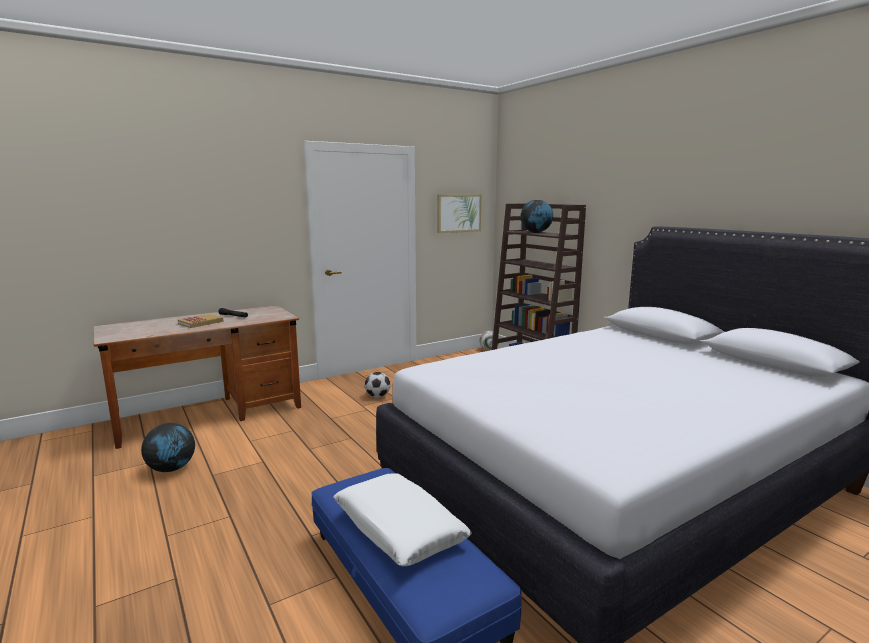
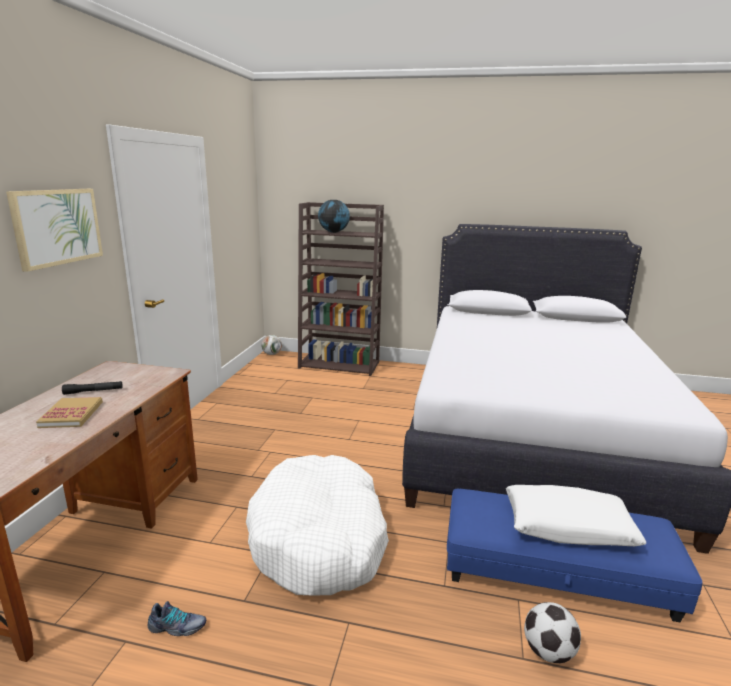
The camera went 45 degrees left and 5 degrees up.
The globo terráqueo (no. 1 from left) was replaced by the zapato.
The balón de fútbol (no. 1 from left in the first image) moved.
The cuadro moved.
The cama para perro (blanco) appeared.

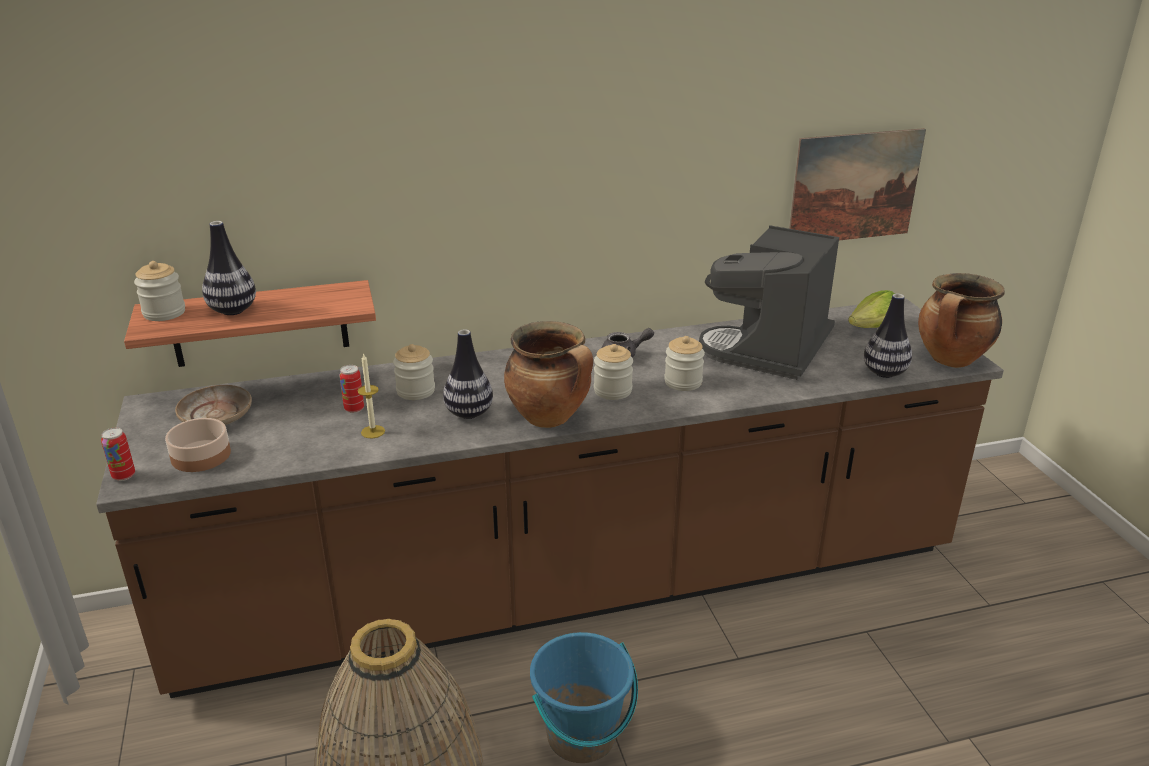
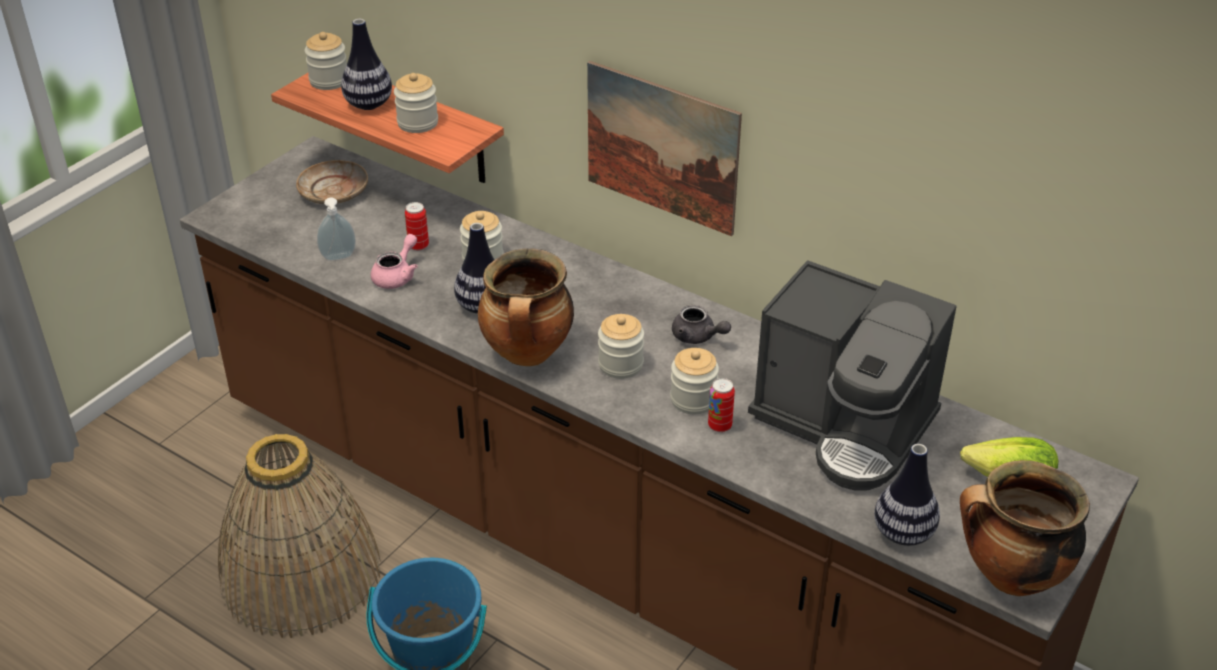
The camera went 50 degrees right and 10 degrees up.
The lata (no. 1 from left in the first image) moved.
The cuenco disappeared.
The vela was replaced by the tetera (rosa).
The cafetera turned 135 degrees counterclockwise.
The cuadro moved.
The dispensador de jabón appeared.
The tarro (no. 2 from left) appeared.

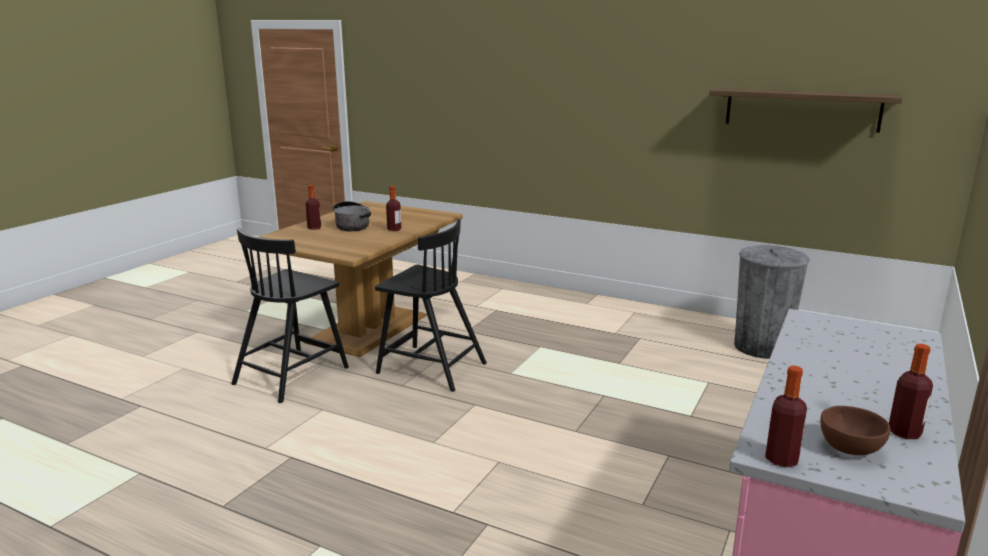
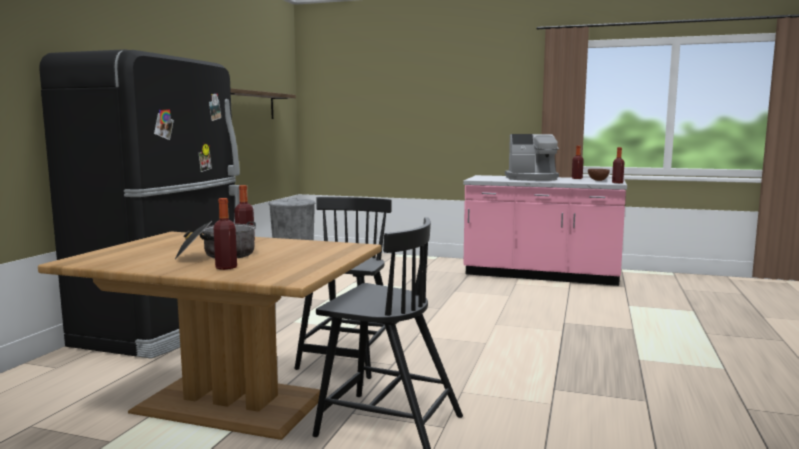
The camera went 100 degrees left and 10 degrees down.
The nevera (negro) appeared.
The cafetera appeared.

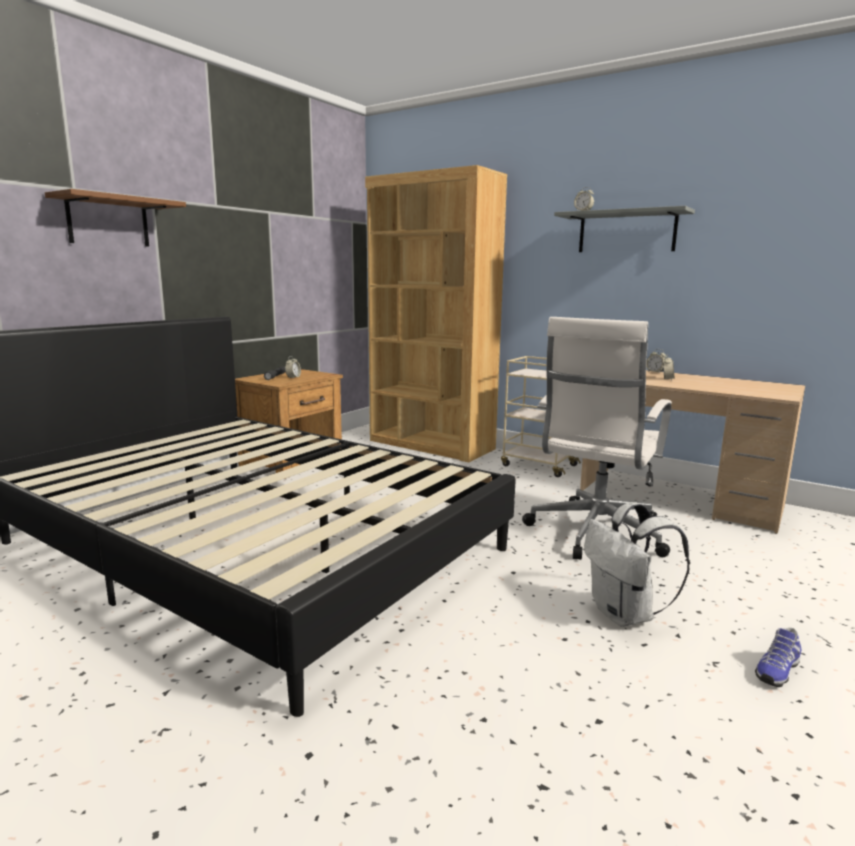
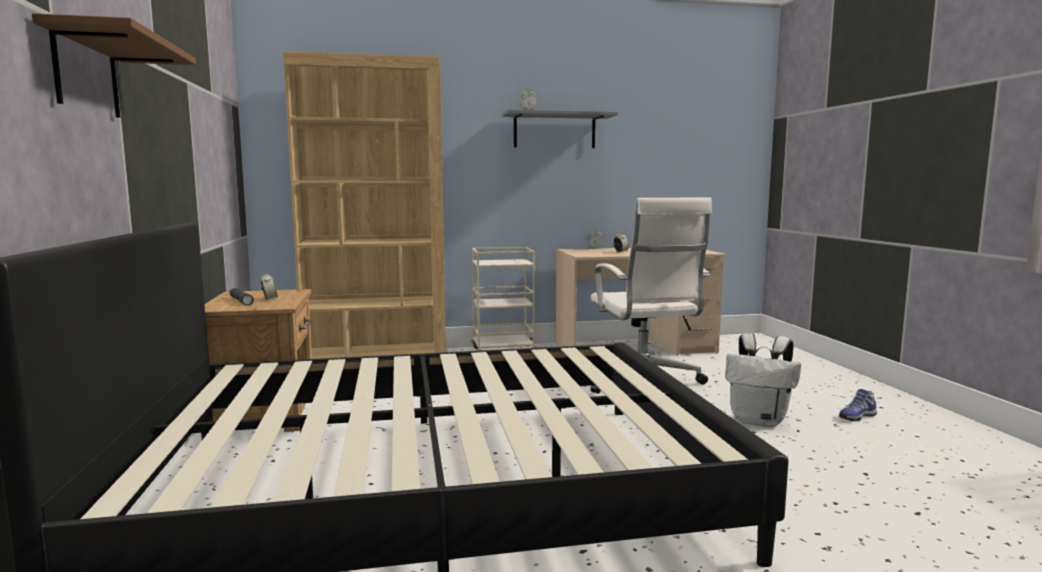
The camera went 45 degrees left and 5 degrees down.
The zapato turned 60 degrees clockwise.

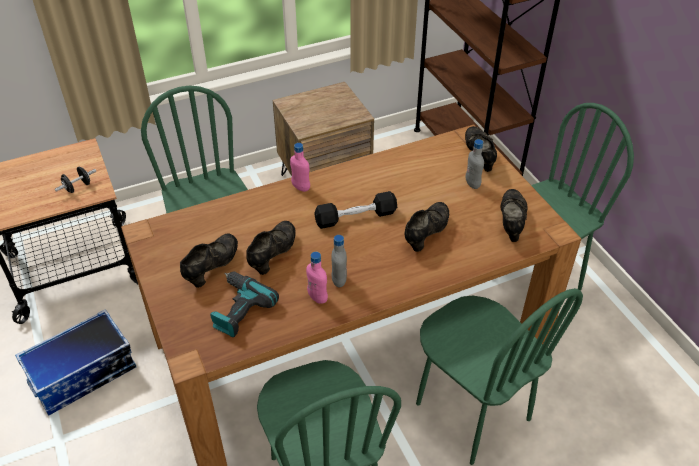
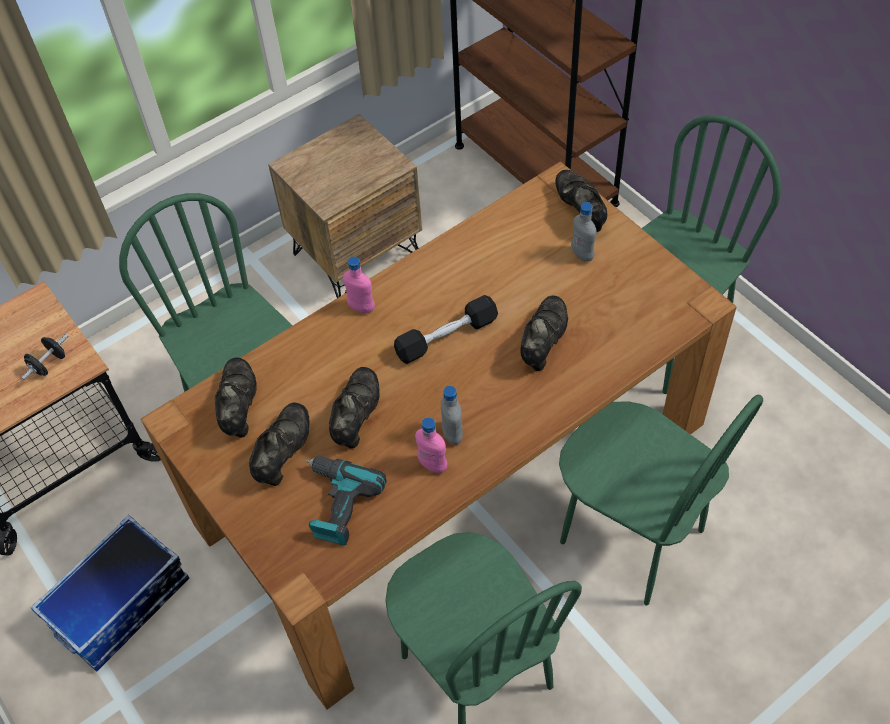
The camera went 10 degrees left and 10 degrees up.
The zapato (negro) (no. 5 from left in the first image) moved.

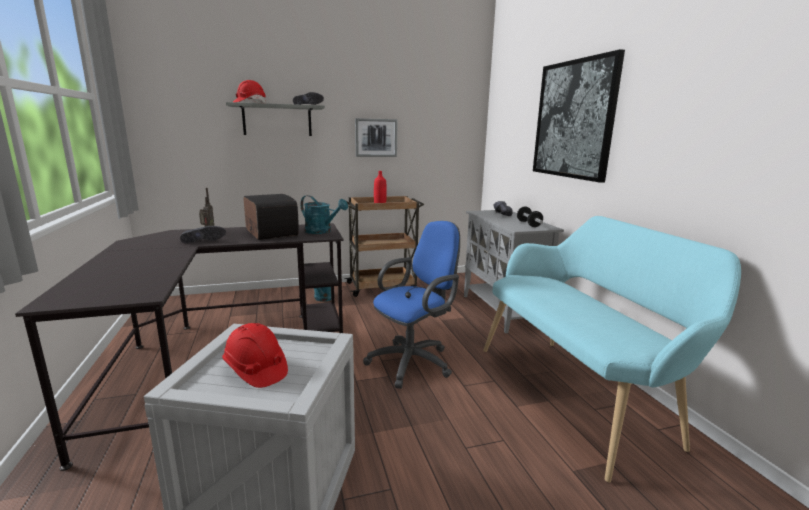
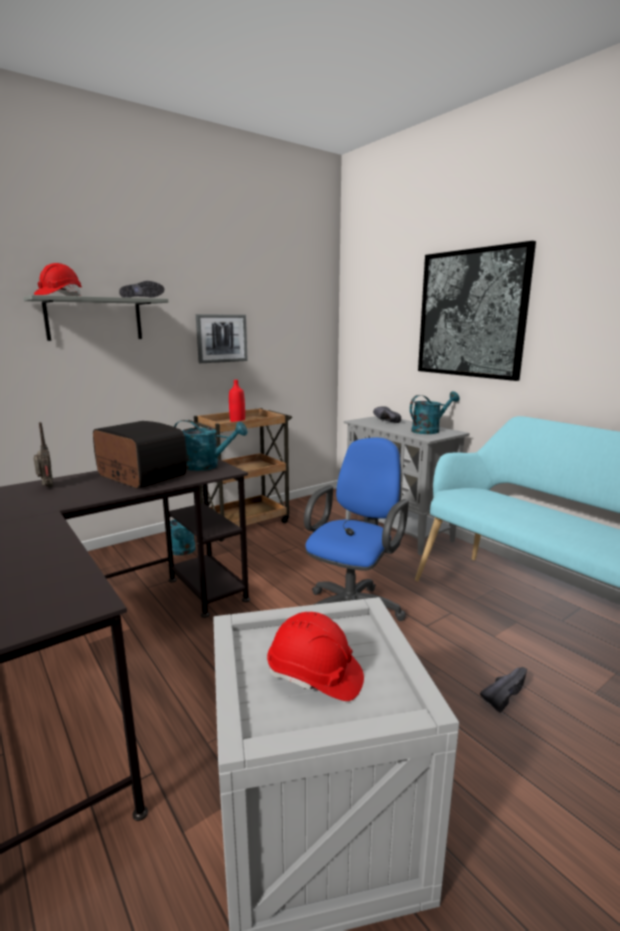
The camera went 20 degrees left and 0 degrees up.
The zapato (negro) (no. 1 from left in the first image) moved.
The mancuerna was replaced by the regadera (turquesa) (no. 3 from left).

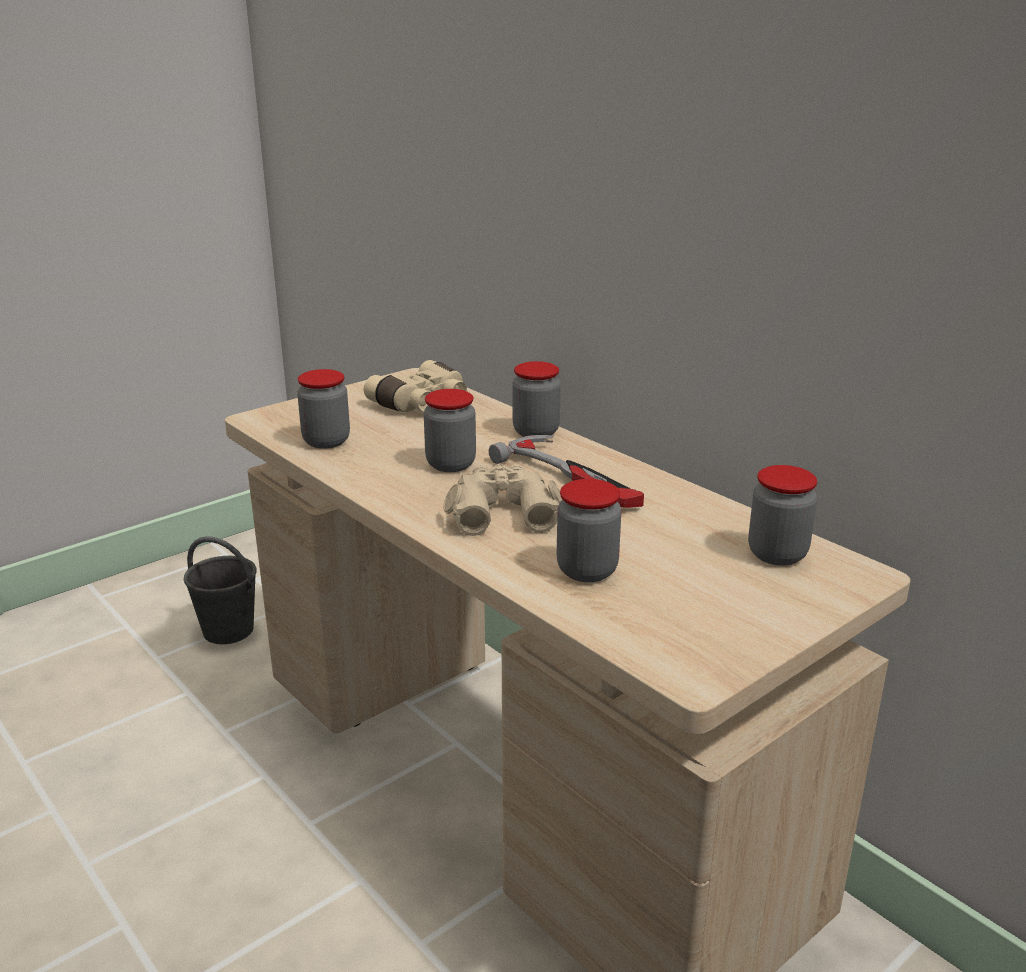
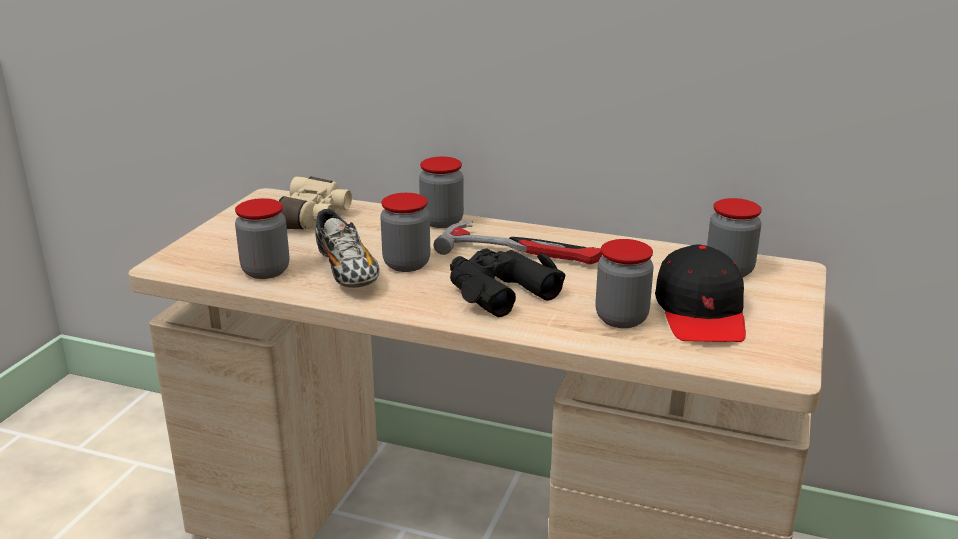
The camera went 30 degrees left and 0 degrees up.
The cubo (gris) disappeared.
The prismáticos (beis) (no. 2 from left) became the prismáticos (negro).
The zapato appeared.
The gorra (negro) appeared.

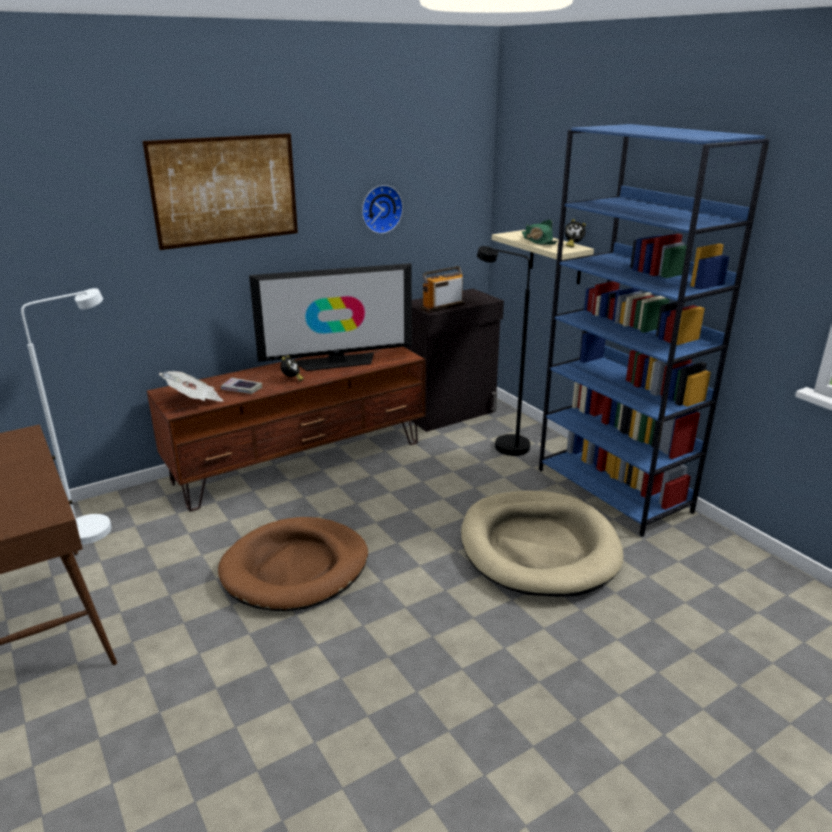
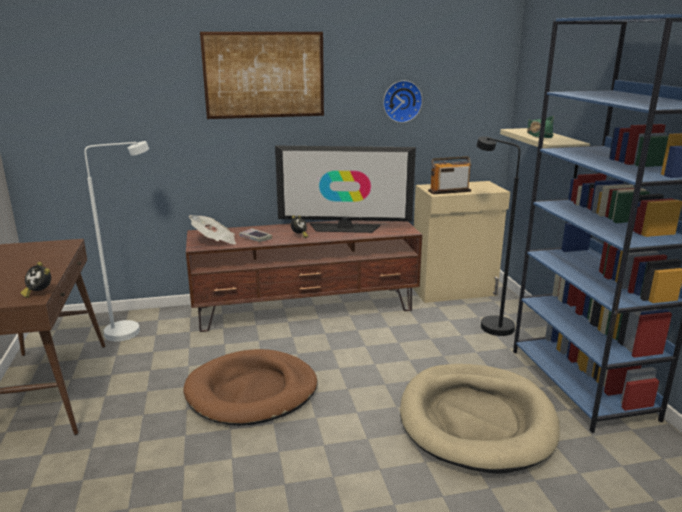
The camera went 20 degrees right and 5 degrees down.
The armario (negro) became the armario (beis).
The despertador (no. 2 from left in the first image) moved.

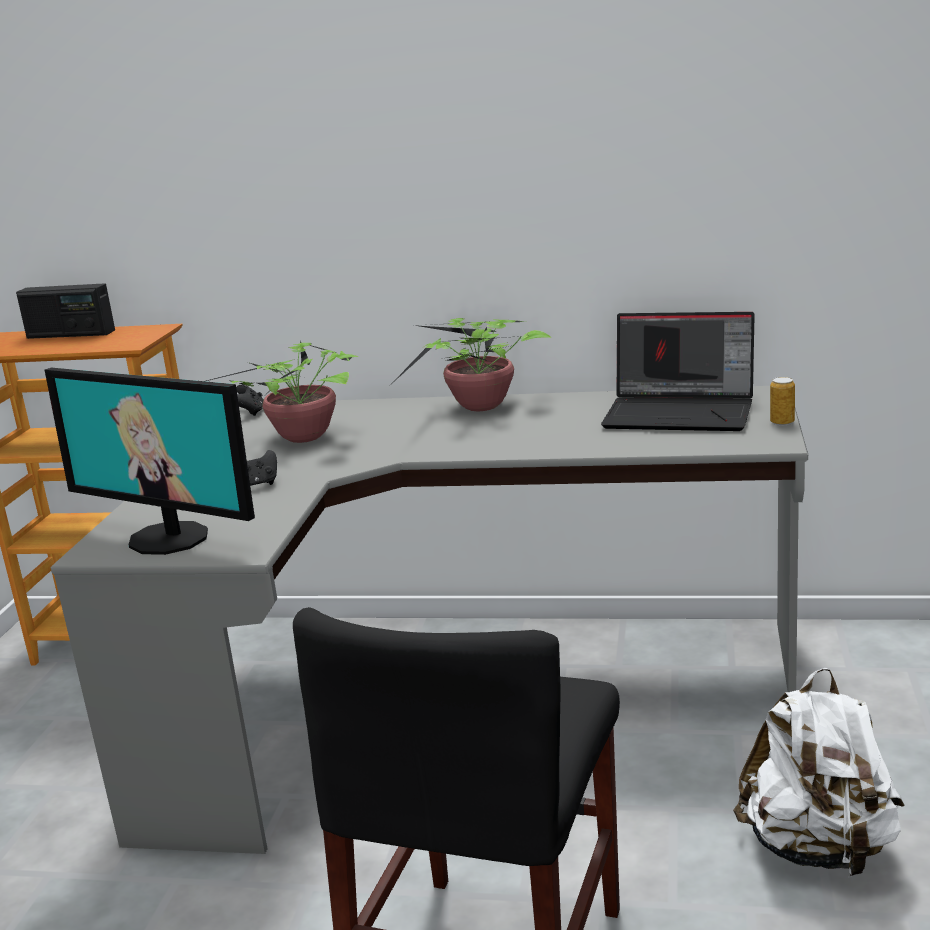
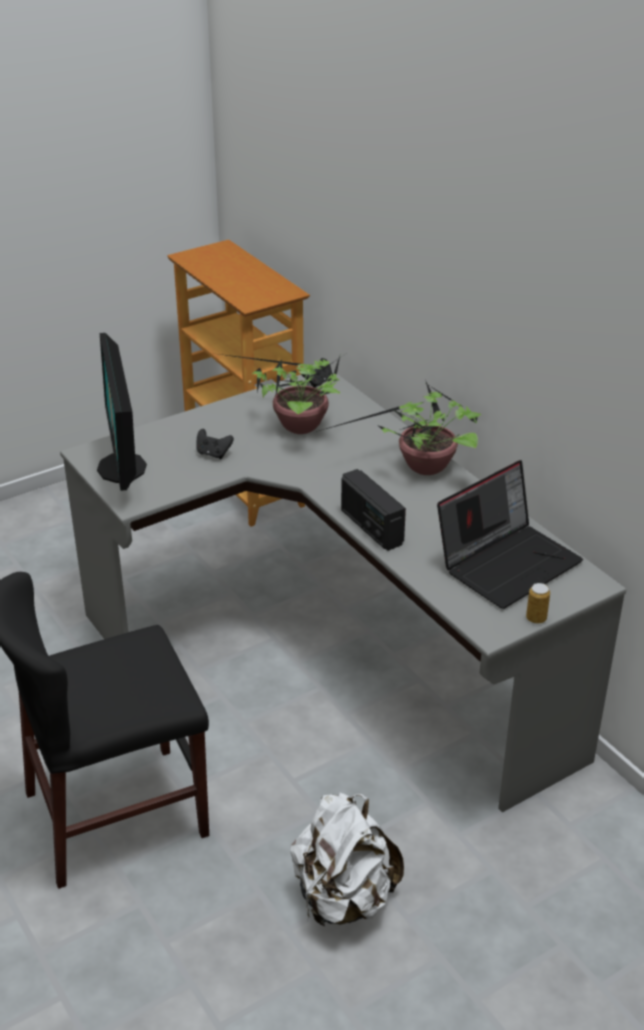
The camera went 45 degrees right and 15 degrees up.
The radio moved.
The portátil turned 105 degrees counterclockwise.

